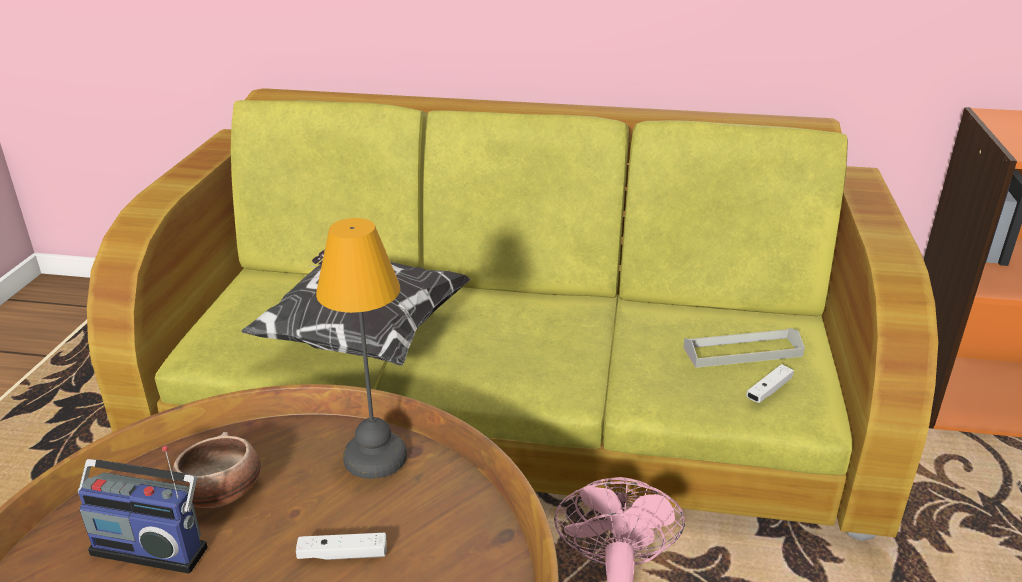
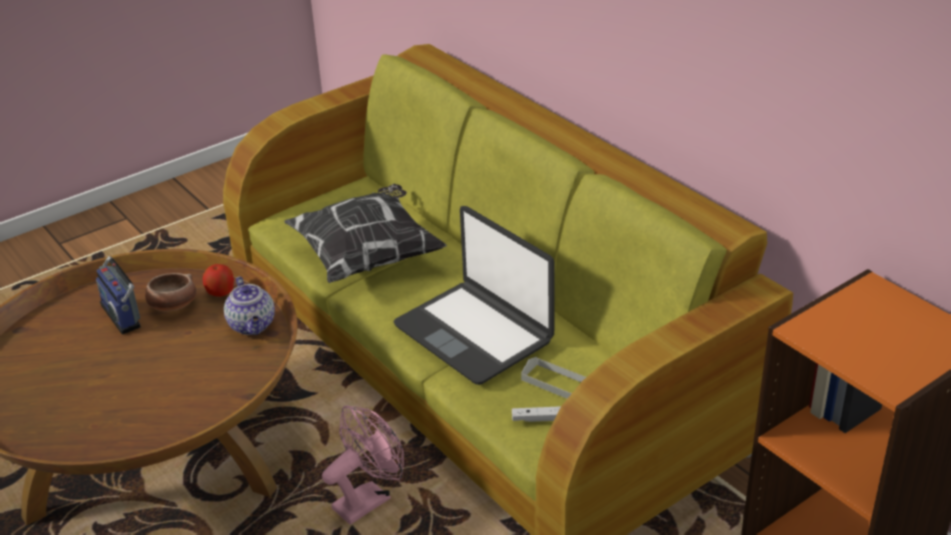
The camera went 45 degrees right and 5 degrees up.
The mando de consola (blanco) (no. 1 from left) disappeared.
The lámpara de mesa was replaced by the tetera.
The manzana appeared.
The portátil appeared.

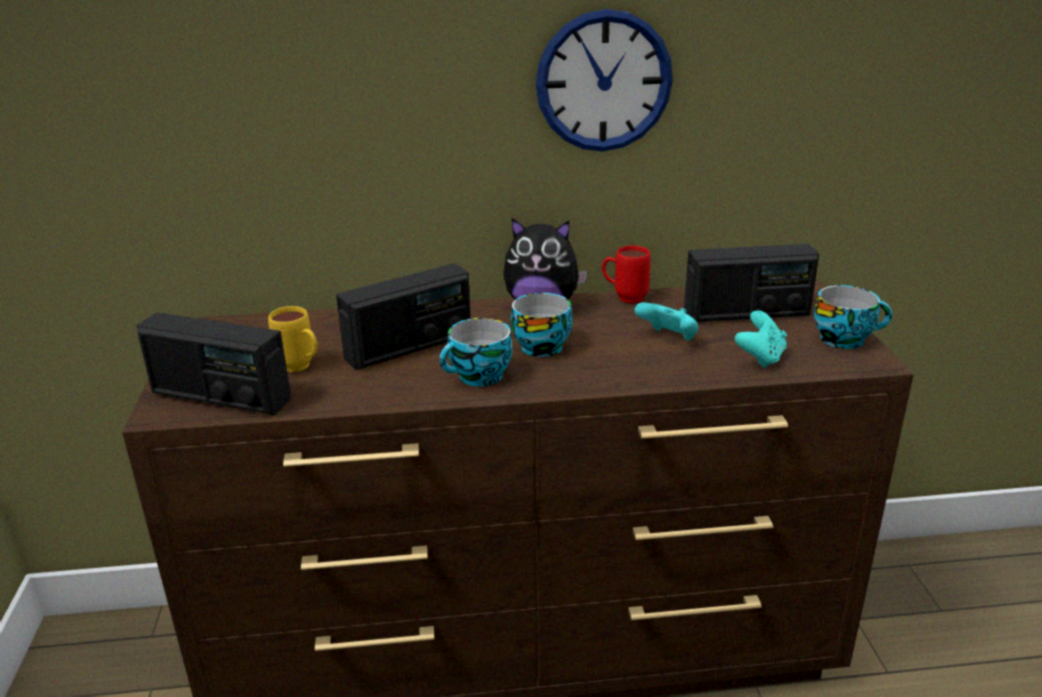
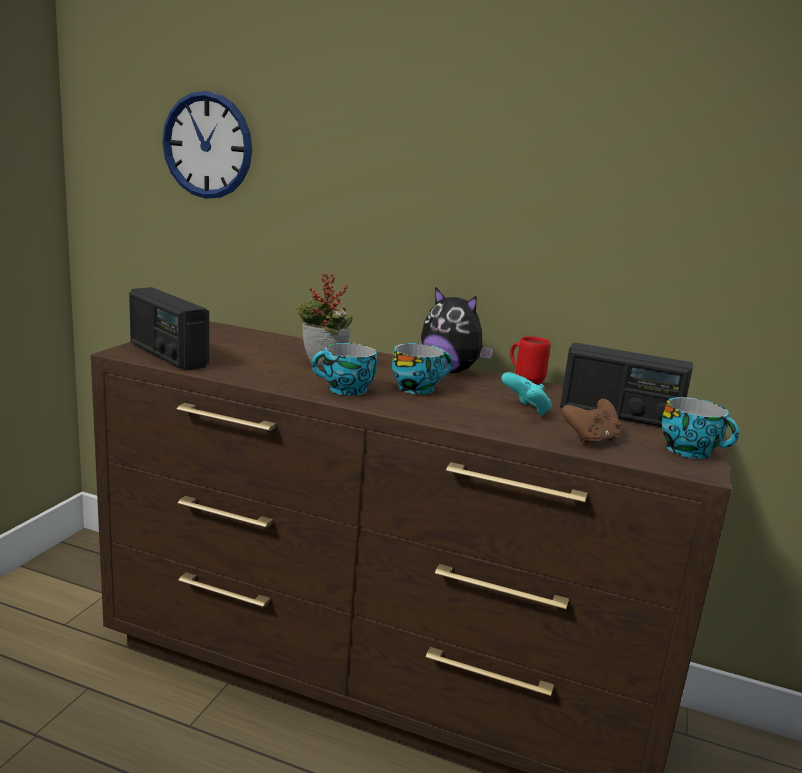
The camera went 25 degrees right and 10 degrees down.
The taza grande (amarillo) disappeared.
The radio (no. 2 from left) was replaced by the planta en maceta.
The reloj de pared moved.
The mando de consola (turquesa) (no. 2 from left) became the mando de consola (marrón).

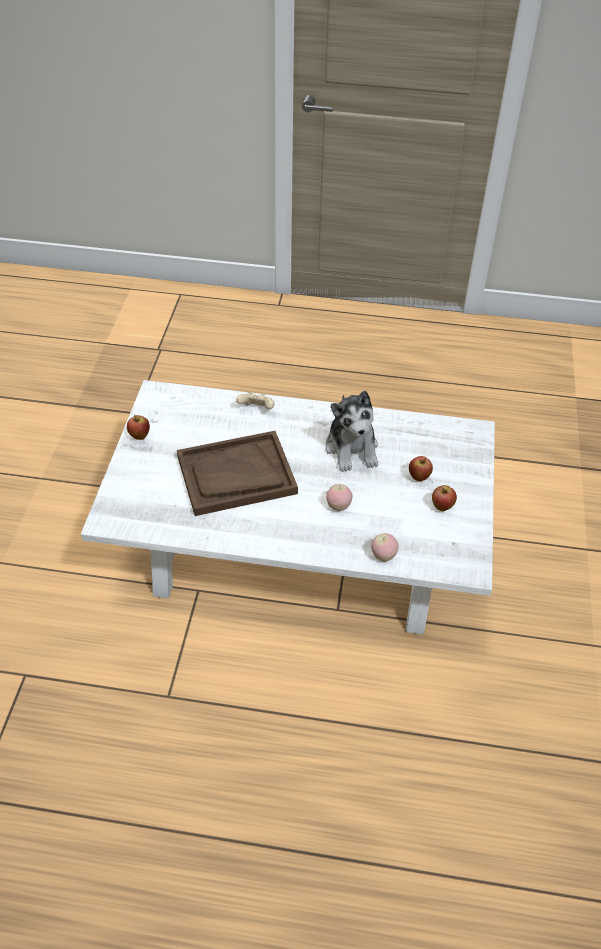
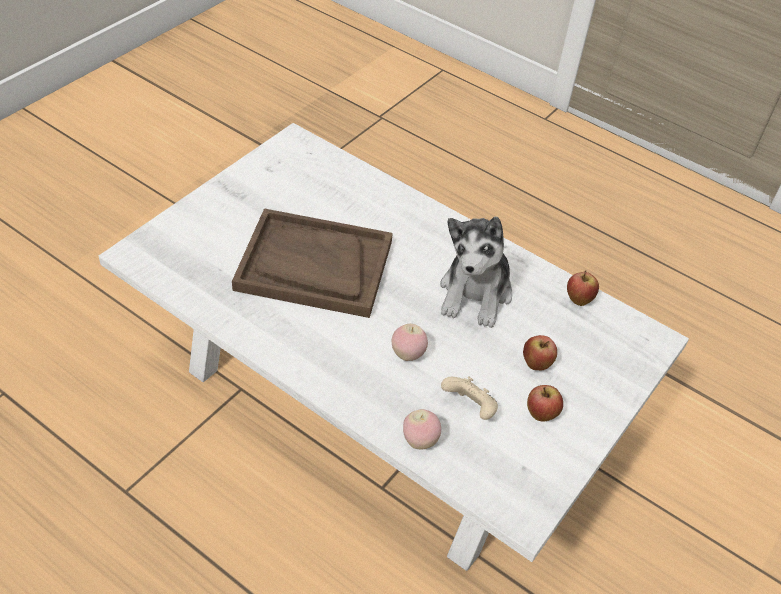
The camera went 25 degrees right and 0 degrees up.
The manzana (no. 1 from left in the first image) moved.
The mando de consola (beis) moved.

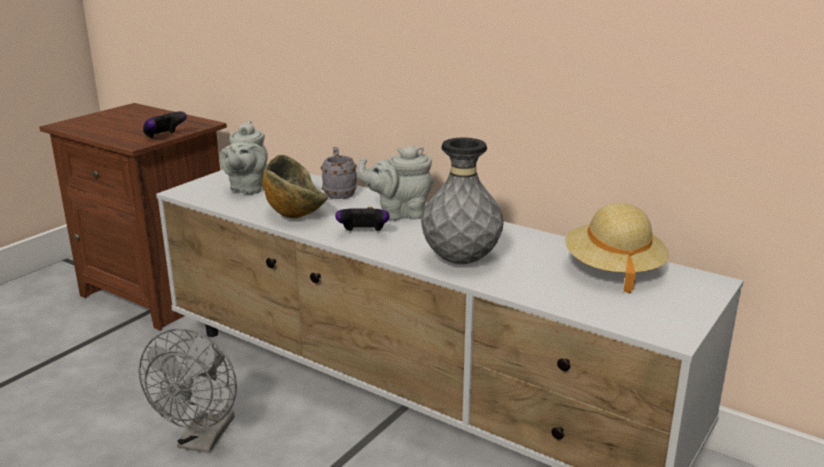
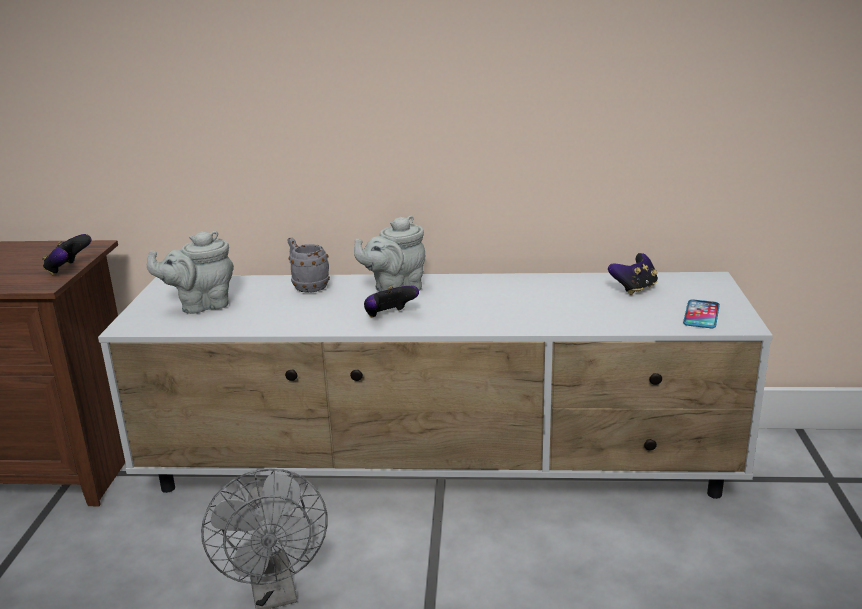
The camera went 30 degrees left and 0 degrees up.
The tetera (gris) (no. 1 from left) turned 90 degrees clockwise.
The cuenco disappeared.
The florero (gris) disappeared.
The sombrero (beis) was replaced by the mando de consola (no. 3 from left).
The móvil appeared.

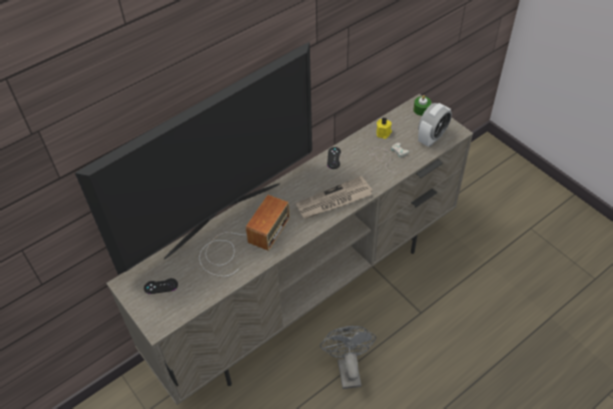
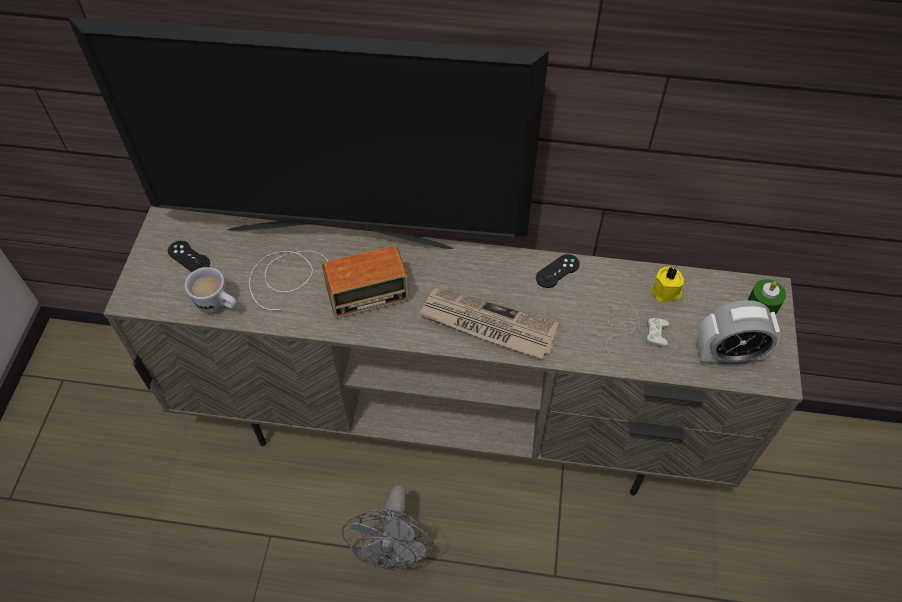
The camera went 45 degrees right and 5 degrees up.
The ventilador (gris) turned 150 degrees clockwise.
The taza grande (blanco) appeared.

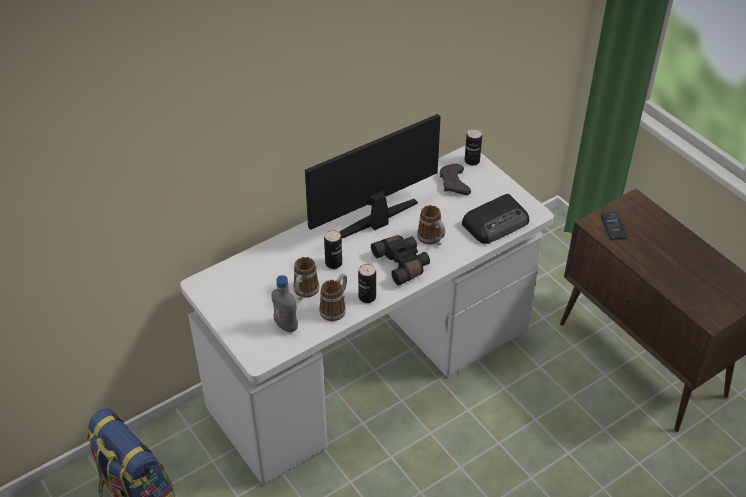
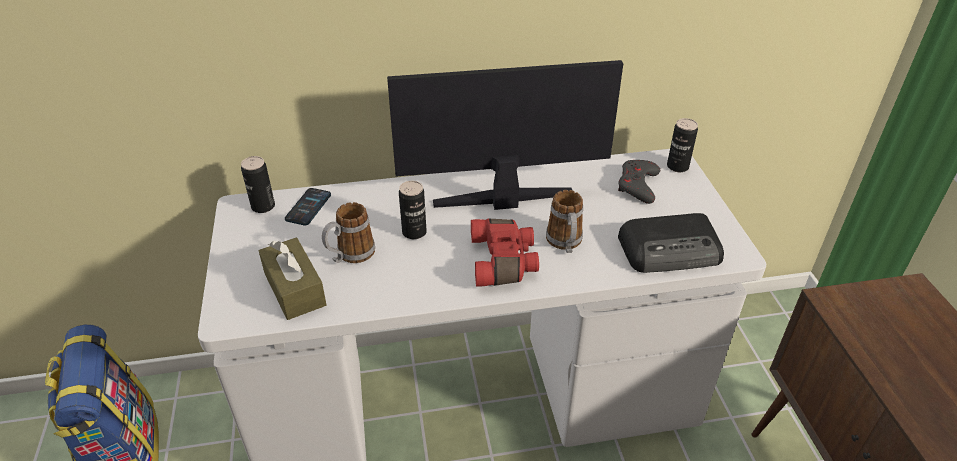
The camera went 25 degrees right and 5 degrees down.
The botella (gris) was replaced by the caja de pañuelos (marrón).
The taza grande (no. 2 from left) disappeared.
The lata (no. 2 from left in the first image) moved.
The prismáticos (negro) became the prismáticos (rojo).
The móvil moved.

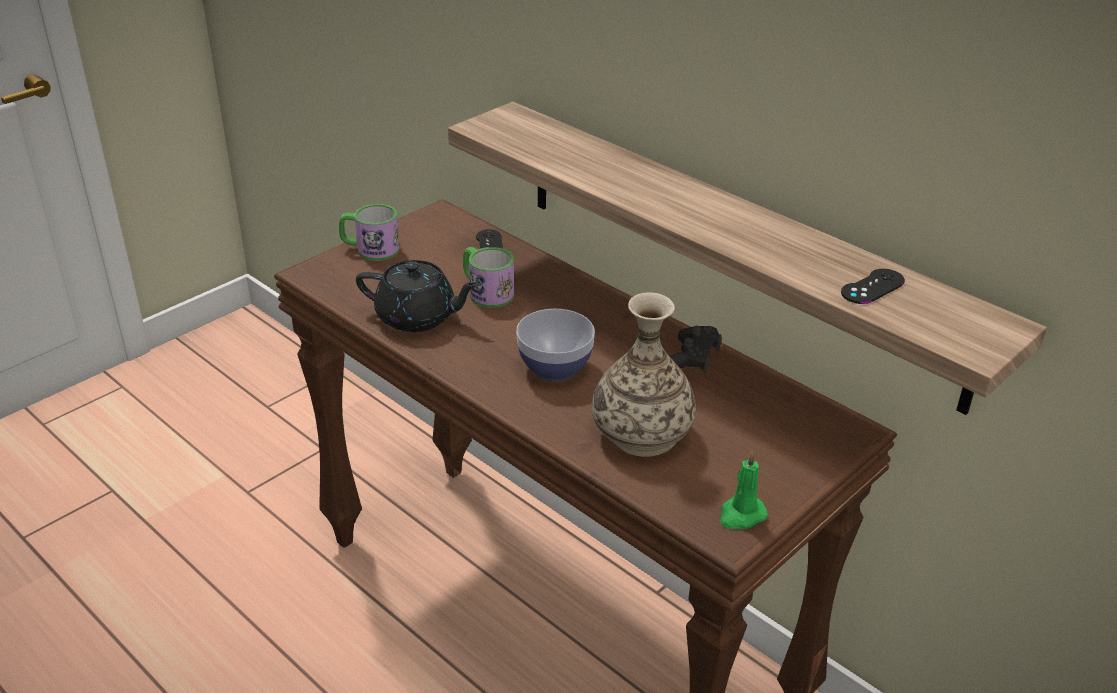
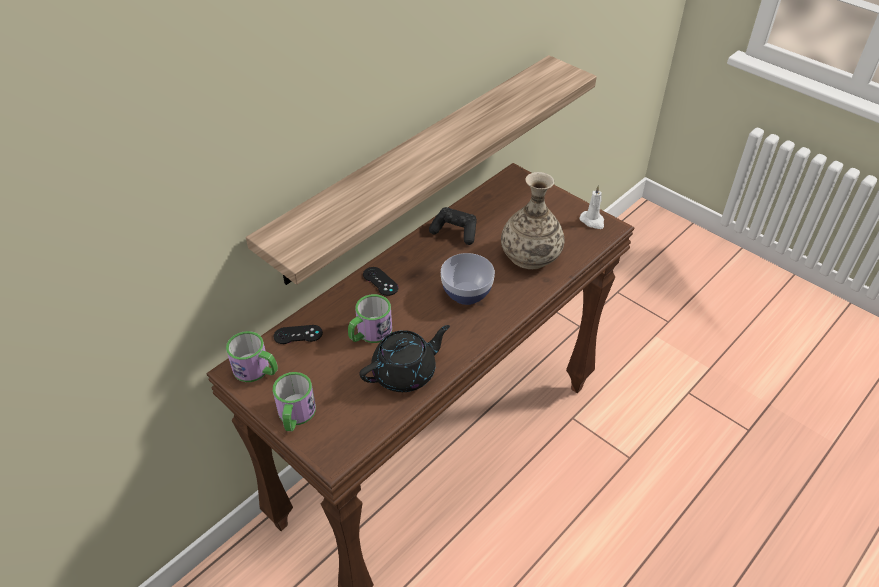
The camera went 90 degrees left and 10 degrees up.
The tetera (negro) turned 45 degrees clockwise.
The vela (verde) became the vela (blanco).
The mando de consola (negro) (no. 3 from left in the first image) moved.
The taza grande (no. 1 from left) appeared.

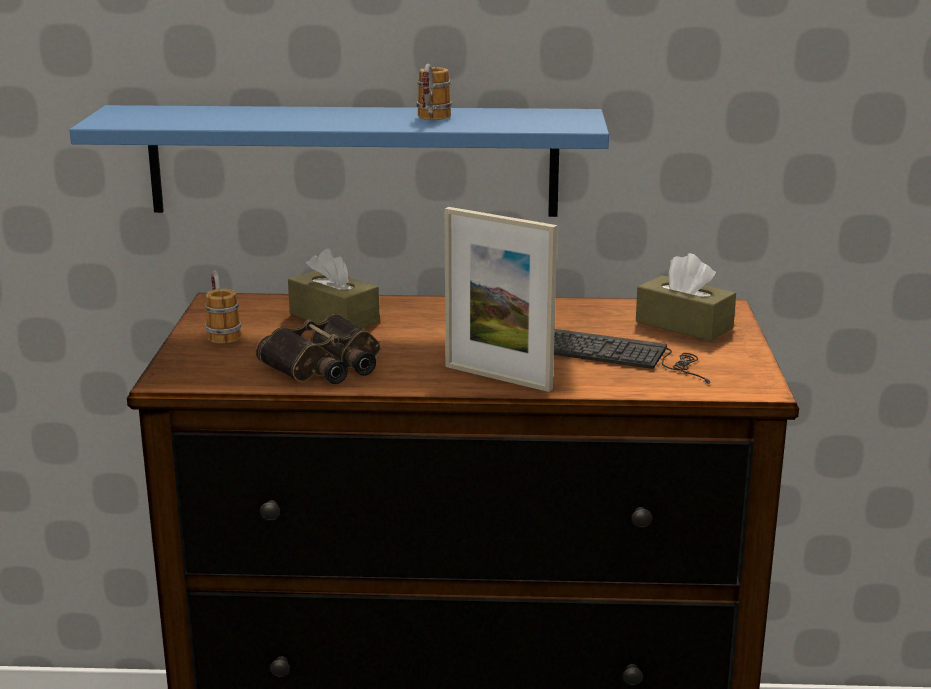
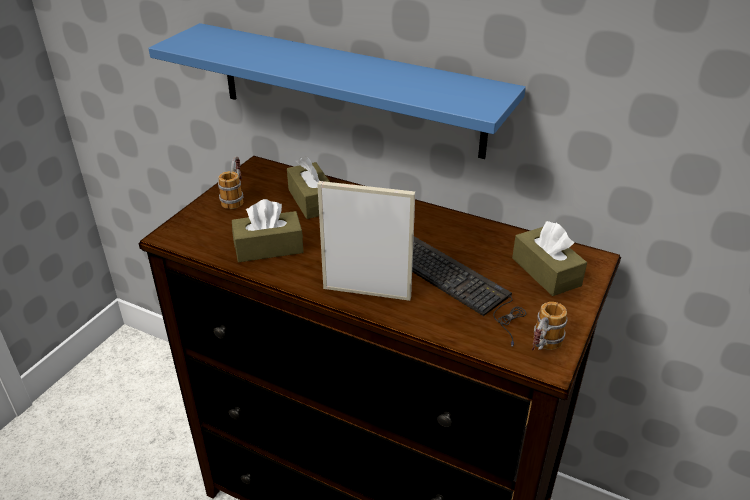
The camera went 25 degrees right and 15 degrees up.
The prismáticos was replaced by the caja de pañuelos (marrón) (no. 1 from left).
The taza grande (no. 2 from left) moved.
The portarretratos turned 135 degrees clockwise.

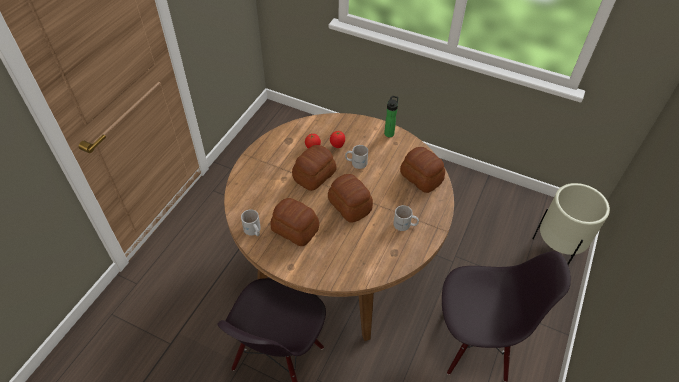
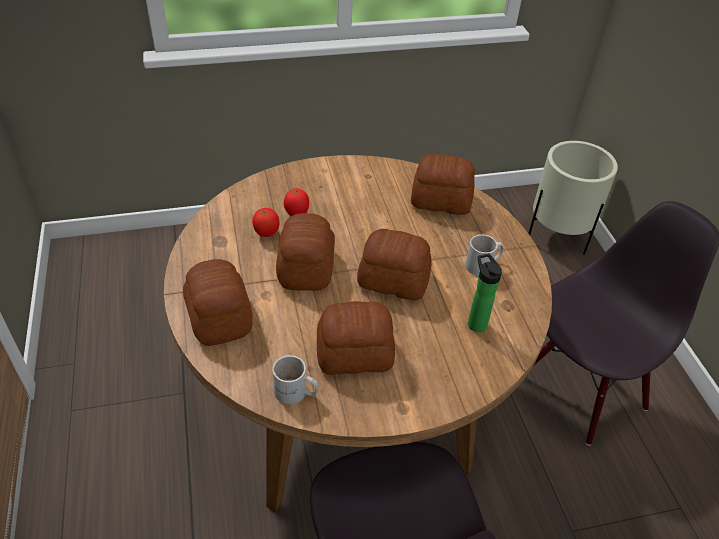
The camera went 40 degrees left and 5 degrees down.
The taza grande (blanco) (no. 2 from left) disappeared.
The botella moved.
The pan (no. 1 from left) appeared.

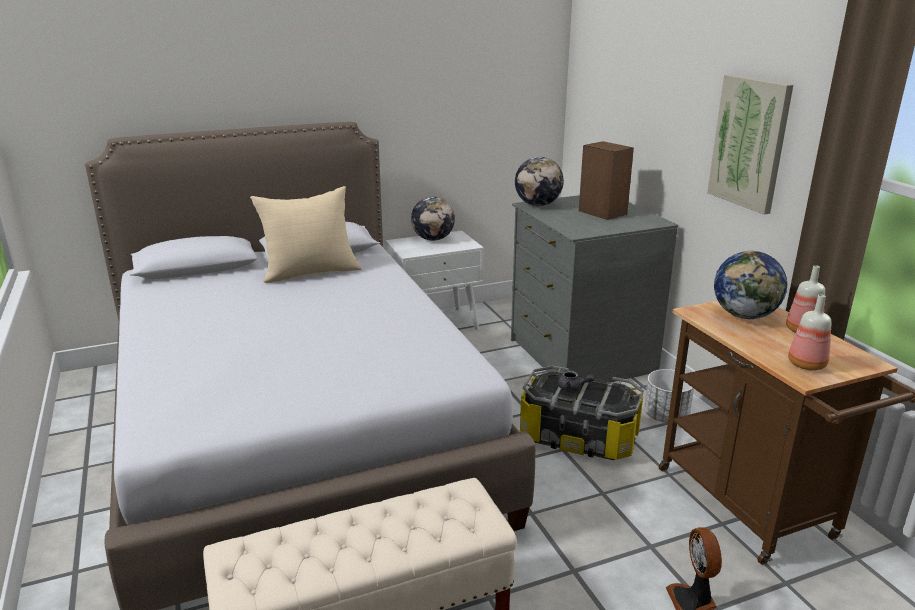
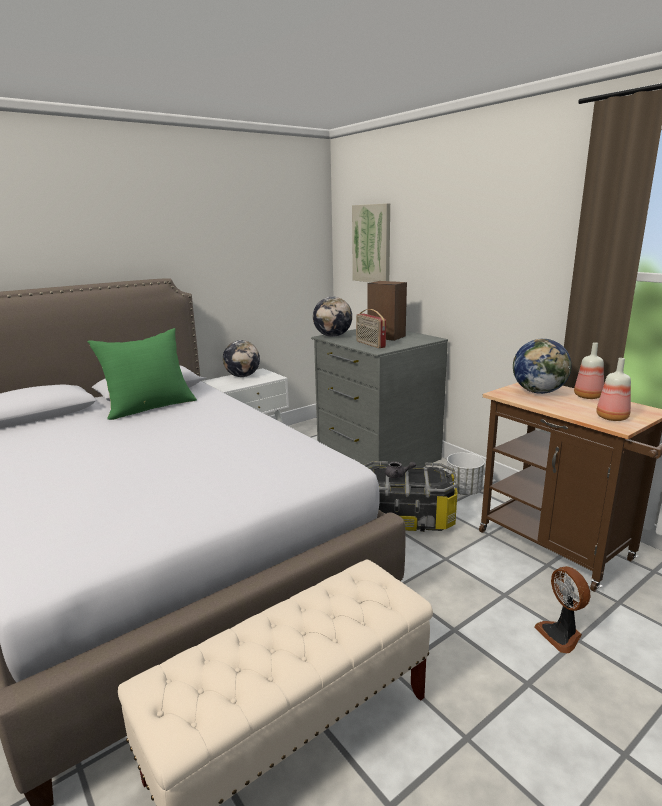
The camera went 15 degrees left and 5 degrees down.
The cojín (beis) became the cojín (verde).
The cuadro moved.
The radio appeared.

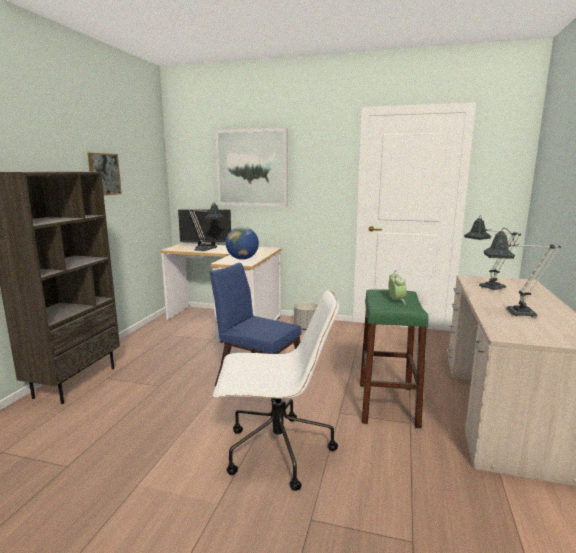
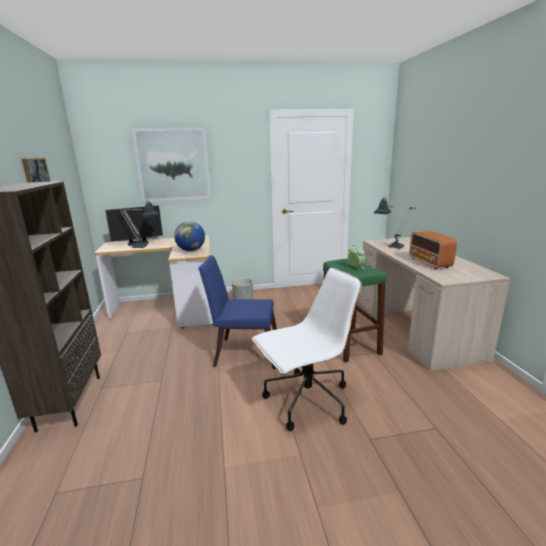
The camera went 25 degrees left and 5 degrees up.
The lámpara de mesa (no. 3 from left) was replaced by the radio.

